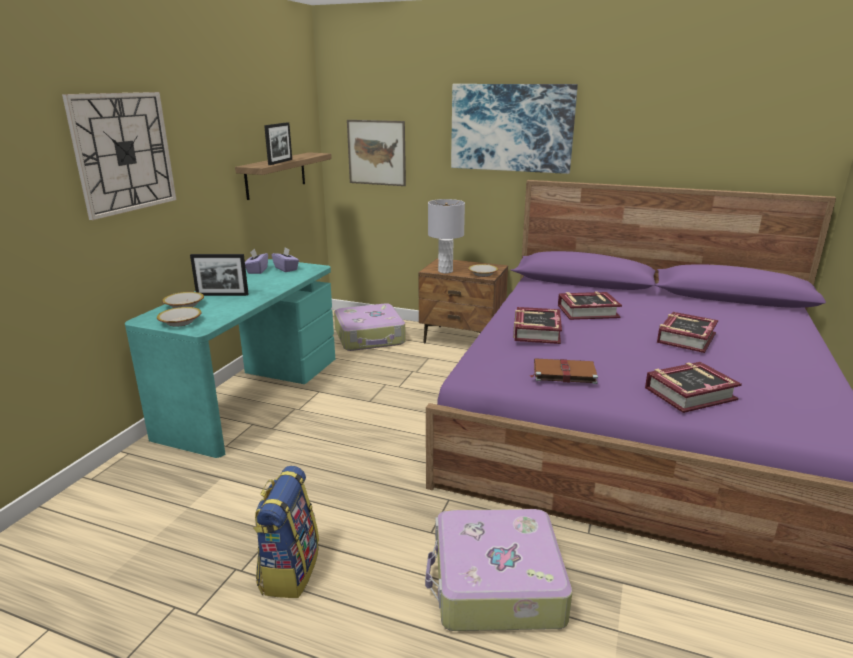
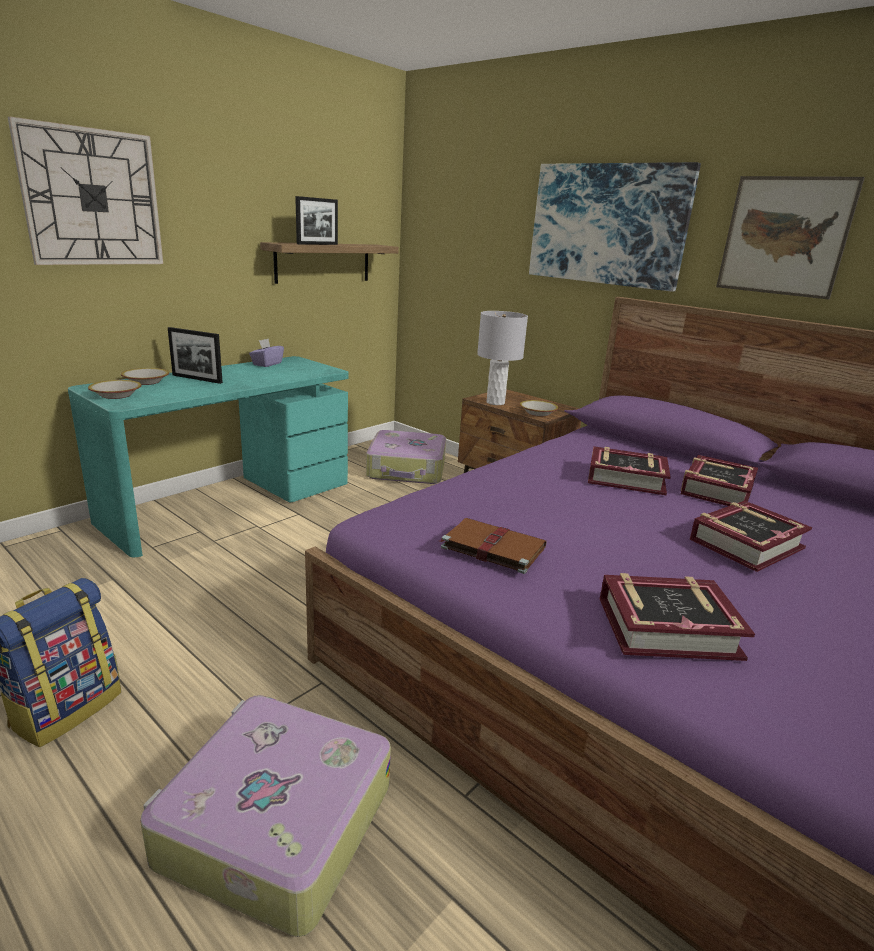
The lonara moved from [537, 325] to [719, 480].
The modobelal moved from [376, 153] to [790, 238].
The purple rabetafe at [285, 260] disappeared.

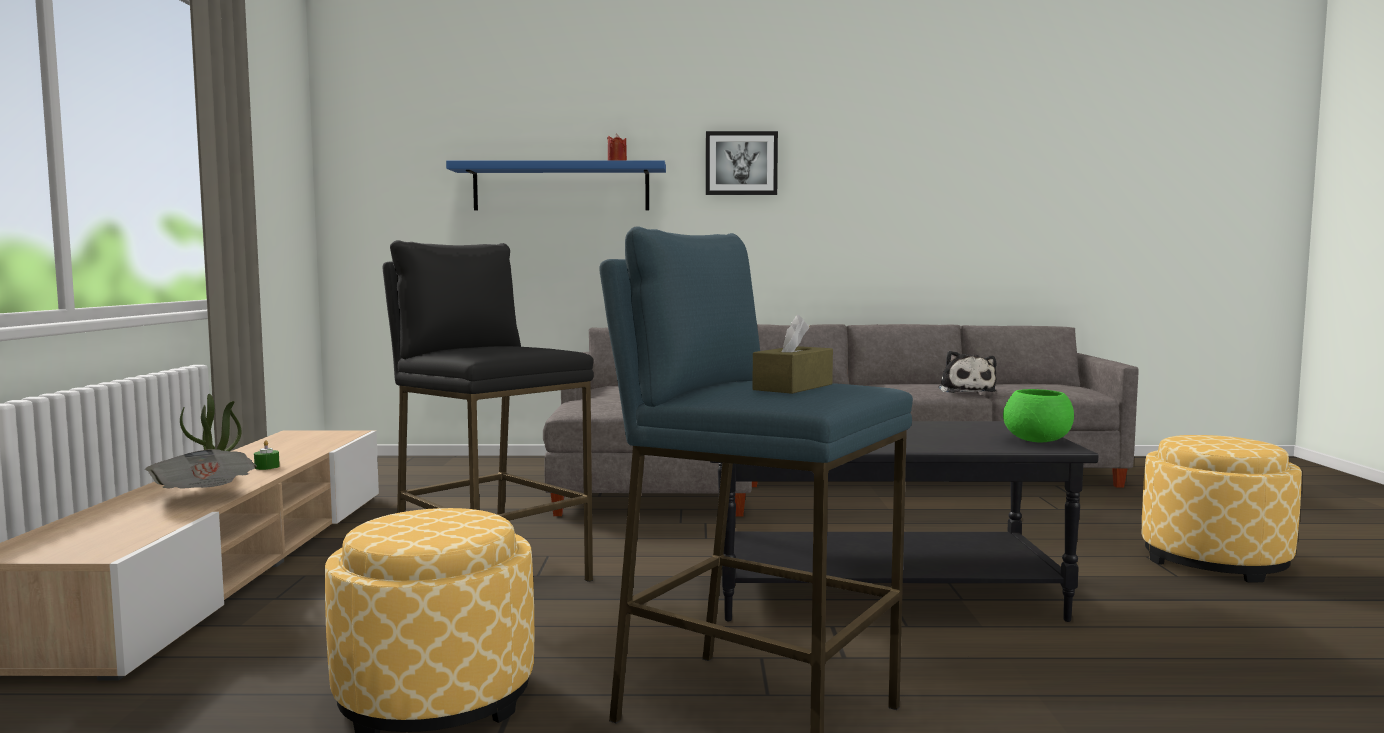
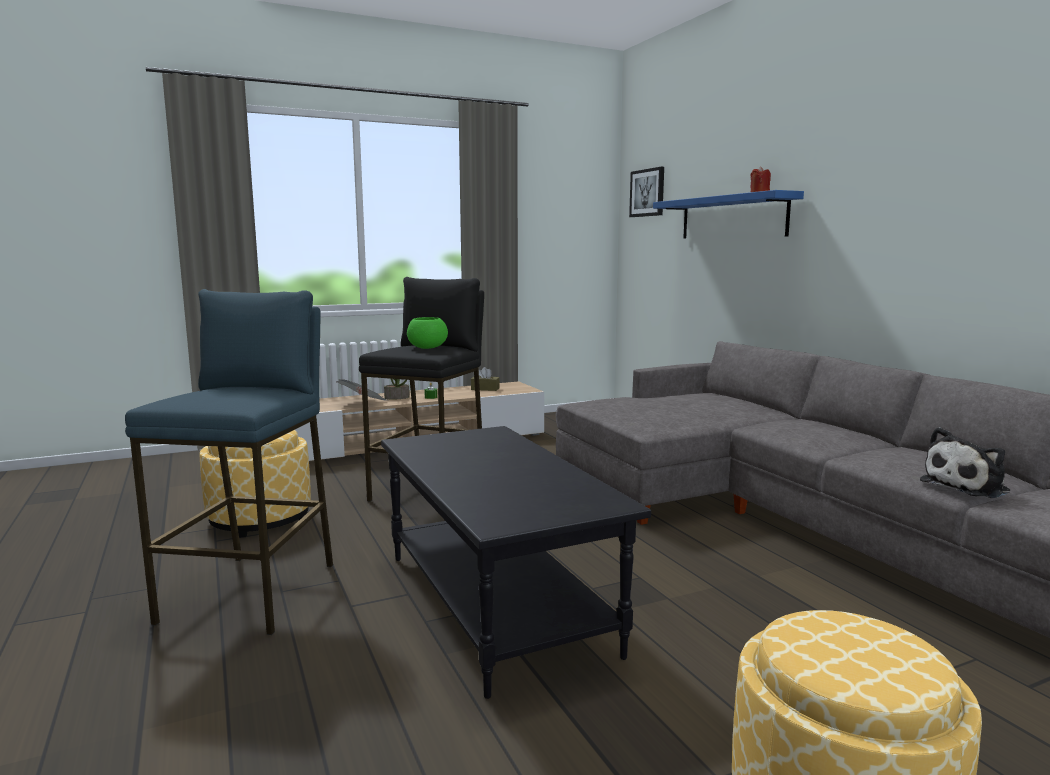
The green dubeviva moved from [1038, 415] to [427, 333].
The brown rabetafe moved from [792, 354] to [485, 379].
The modobelal moved from [742, 163] to [646, 192].

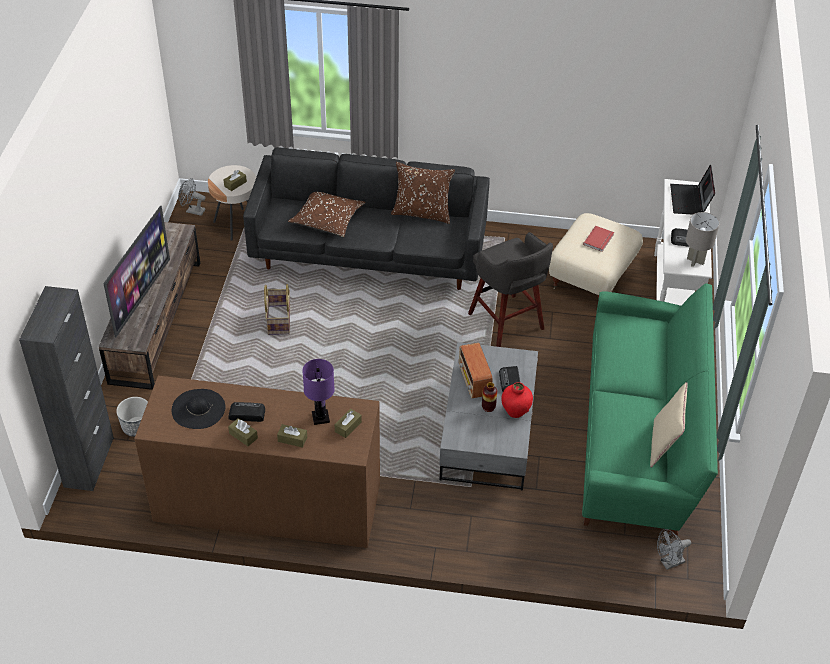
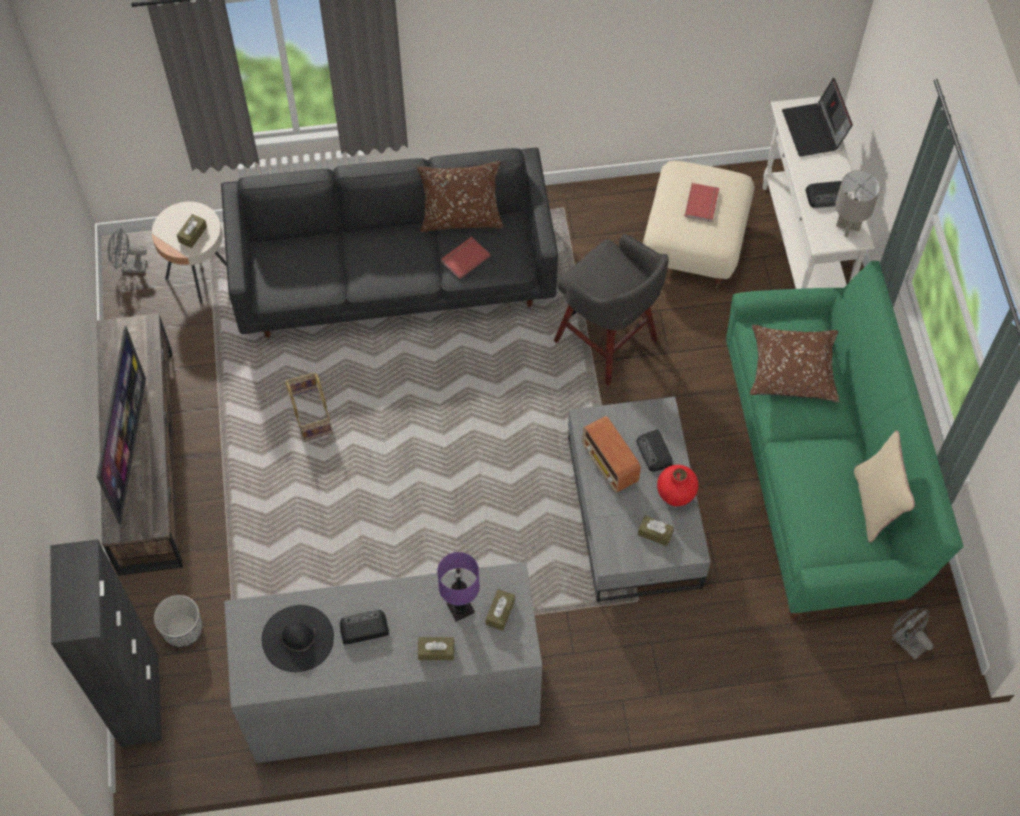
The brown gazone at [257, 462] became the grey gazone at [383, 662].
The red lonara at [465, 258] appeared.
The brown rabetafe moved from [243, 432] to [656, 531].
The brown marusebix moved from [327, 215] to [795, 363].
The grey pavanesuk at [674, 549] turned 90 degrees clockwise.
The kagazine at [489, 397] disappeared.

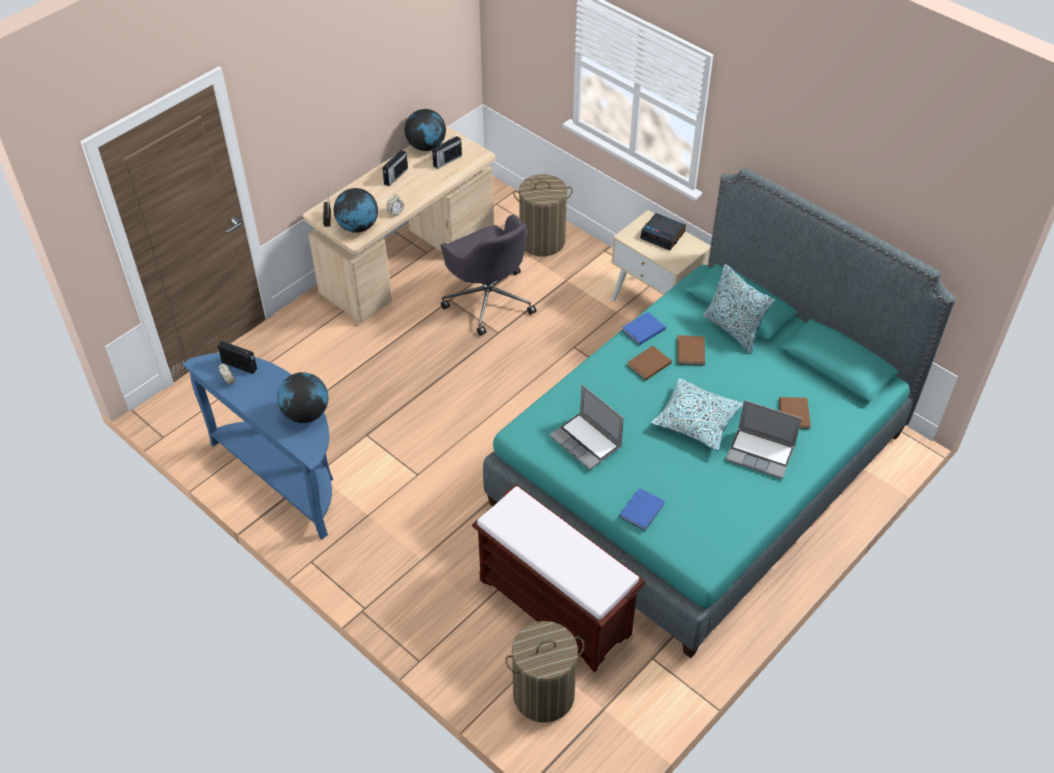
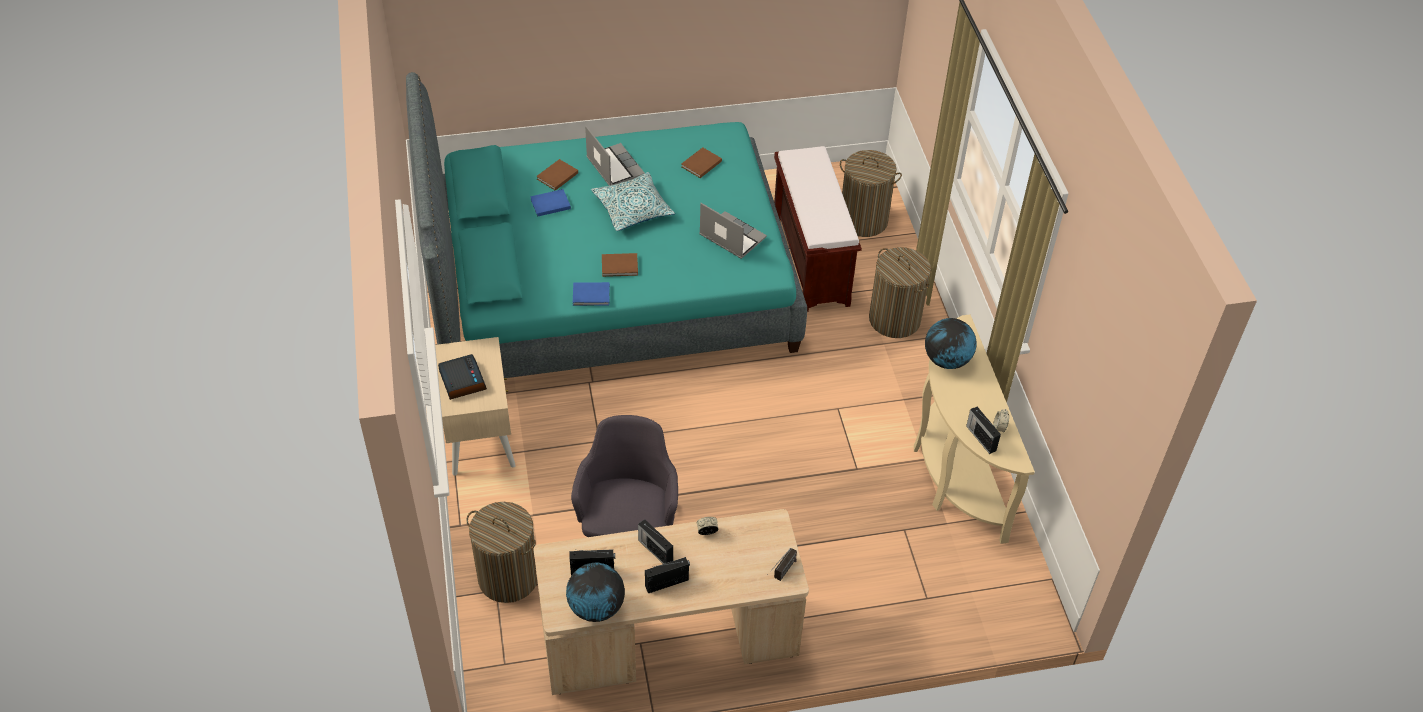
The blue lonara moved from [642, 509] to [550, 203].
The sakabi at [655, 541] appeared.
The brown lonara moved from [691, 350] to [701, 162].
The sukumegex at [586, 427] turned 45 degrees counterclockwise.
The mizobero at [900, 292] appeared.
The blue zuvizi at [258, 446] became the beige zuvizi at [974, 429].
The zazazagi at [356, 210] disappeared.
The marusebix at [739, 309] disappeared.

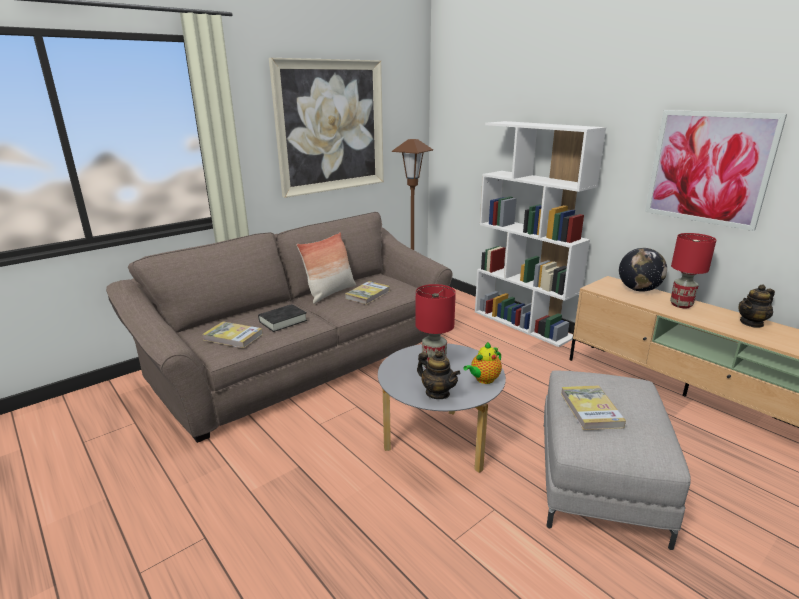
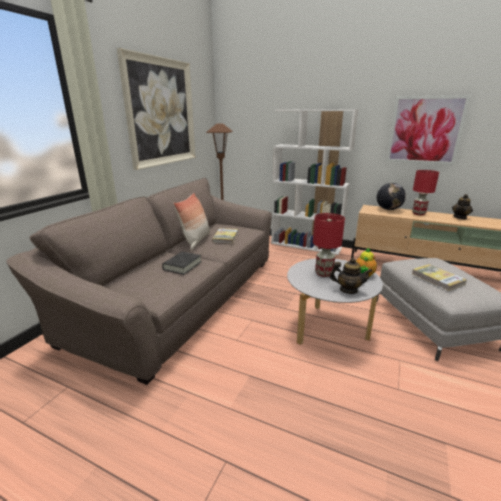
The lonara at [232, 334] disappeared.

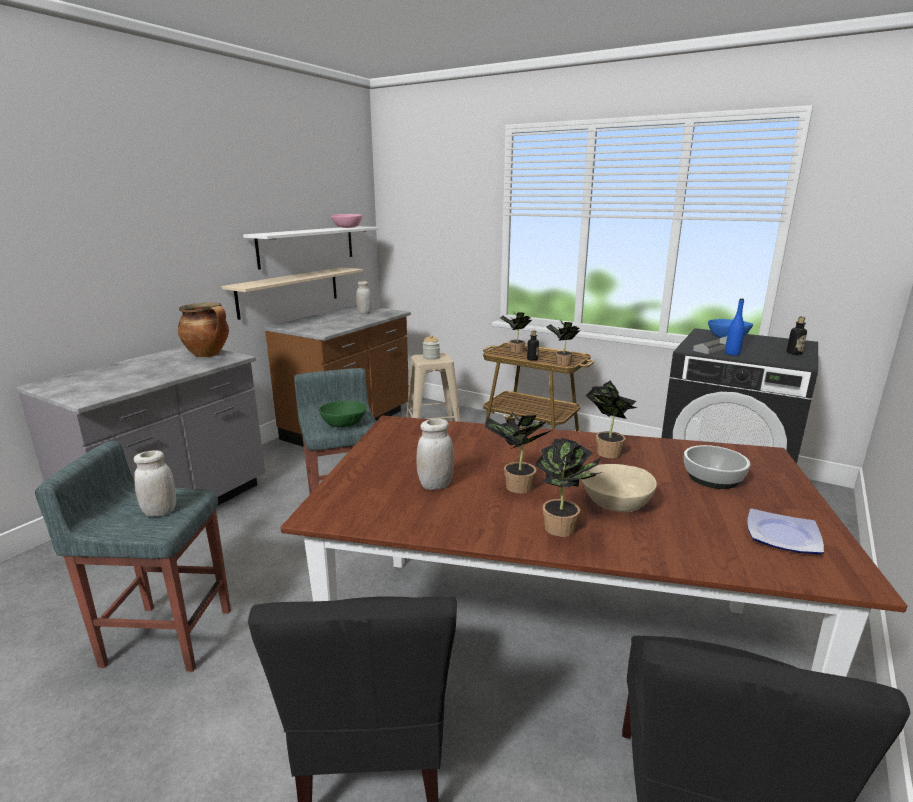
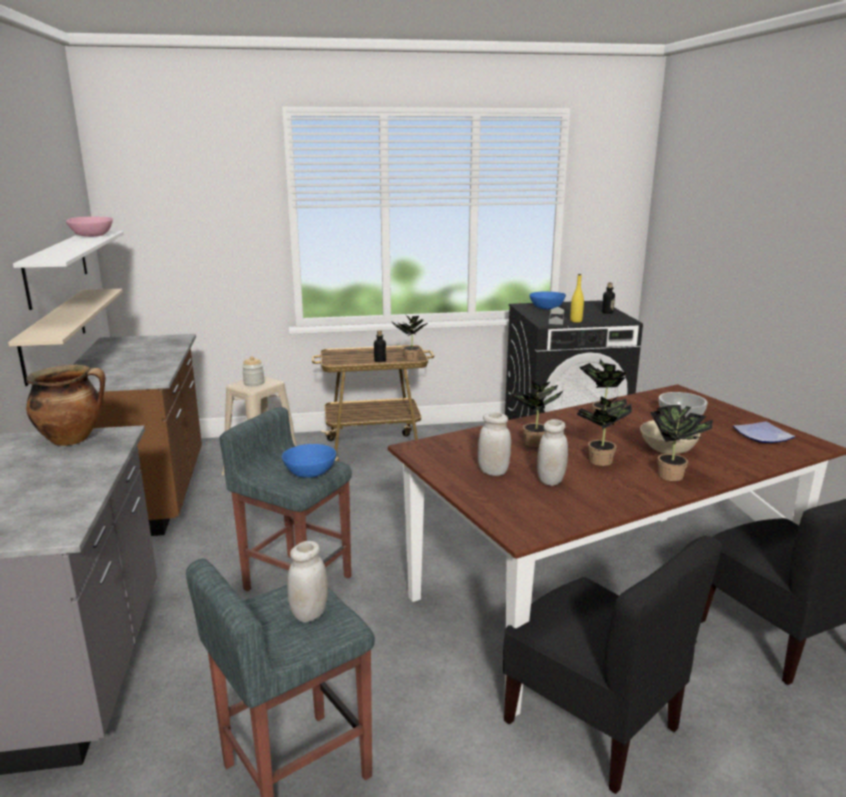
The green dubeviva at [343, 414] became the blue dubeviva at [309, 461].
The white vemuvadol moved from [363, 297] to [494, 444].
The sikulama moved from [516, 332] to [536, 414].
The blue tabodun at [735, 327] became the yellow tabodun at [577, 298].

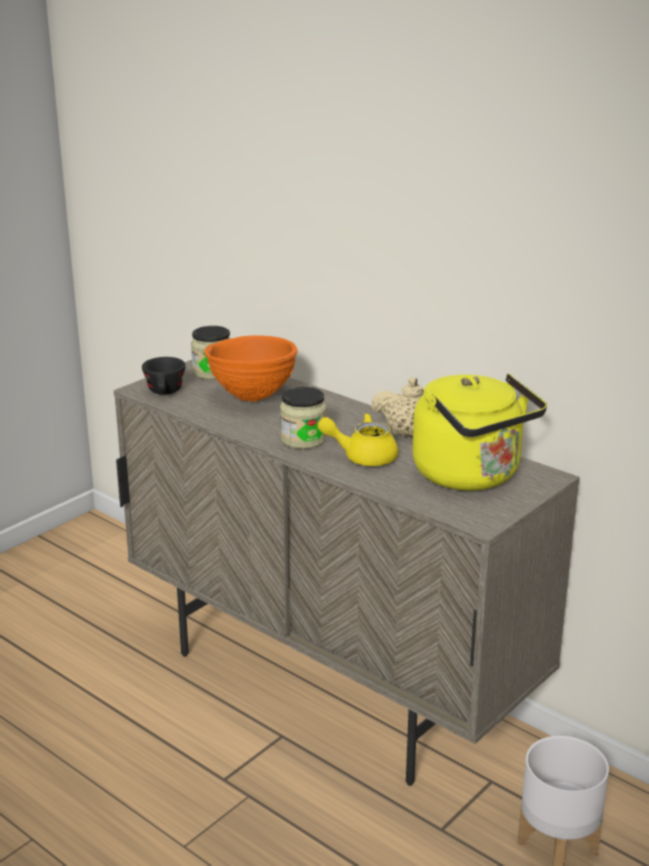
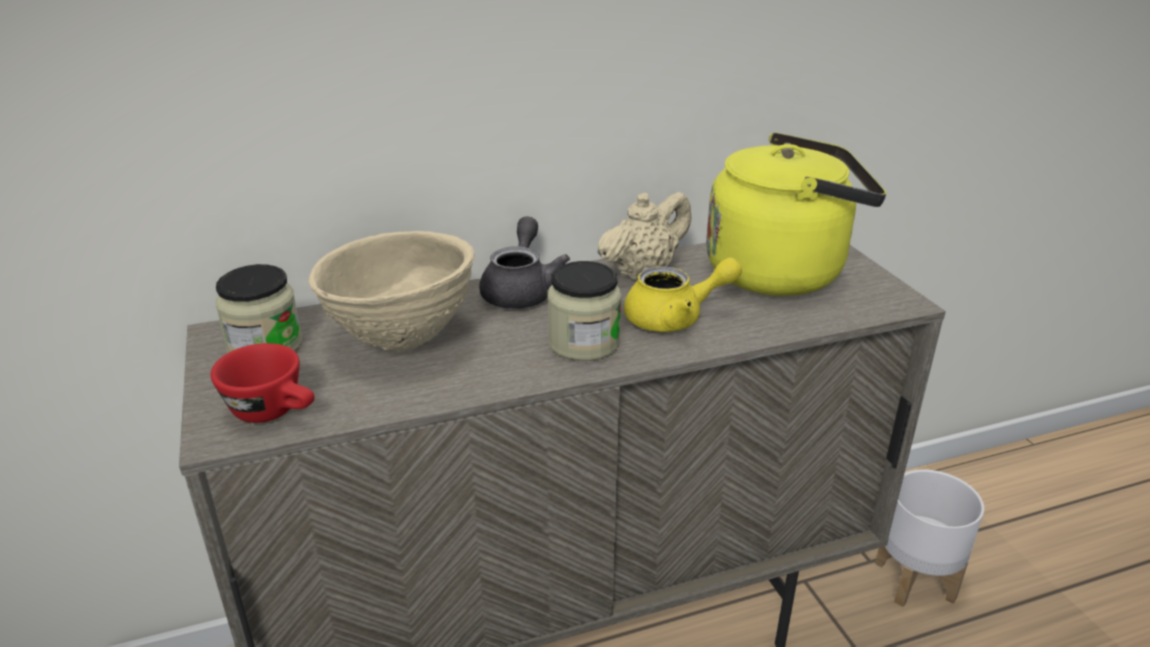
The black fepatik at [164, 375] became the red fepatik at [262, 383].
The orange dubeviva at [251, 369] became the beige dubeviva at [391, 291].
The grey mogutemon at [524, 262] appeared.
The yellow mogutemon at [358, 439] turned 135 degrees counterclockwise.

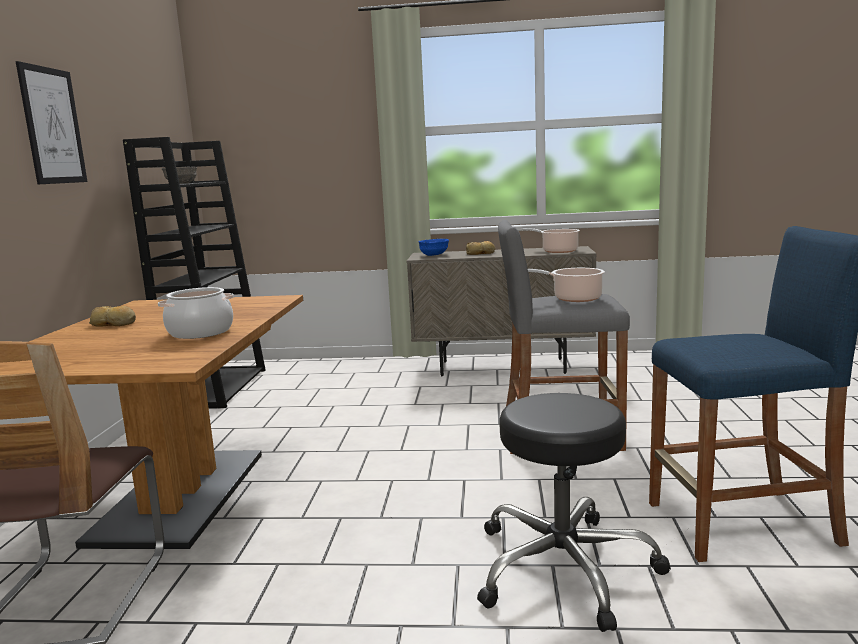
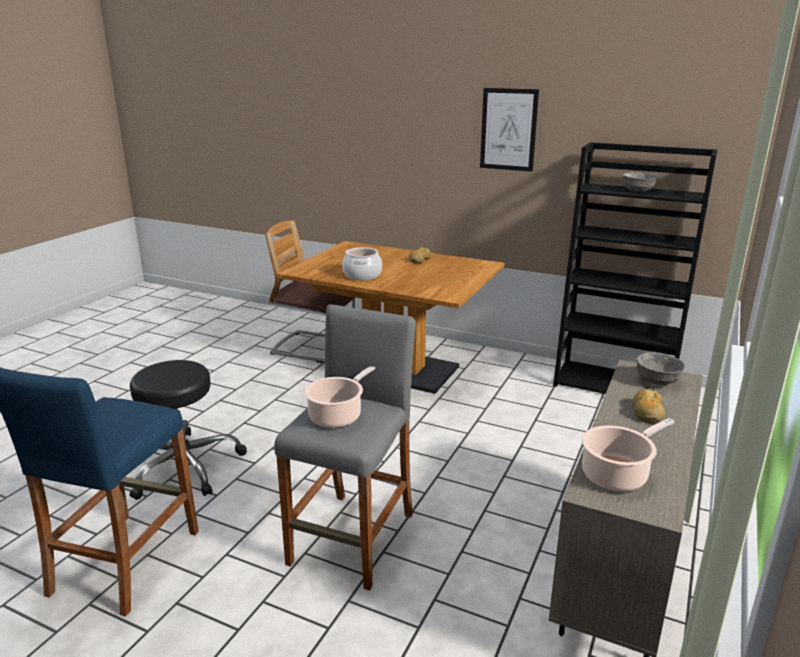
The blue dubeviva at [433, 247] became the grey dubeviva at [660, 368].

